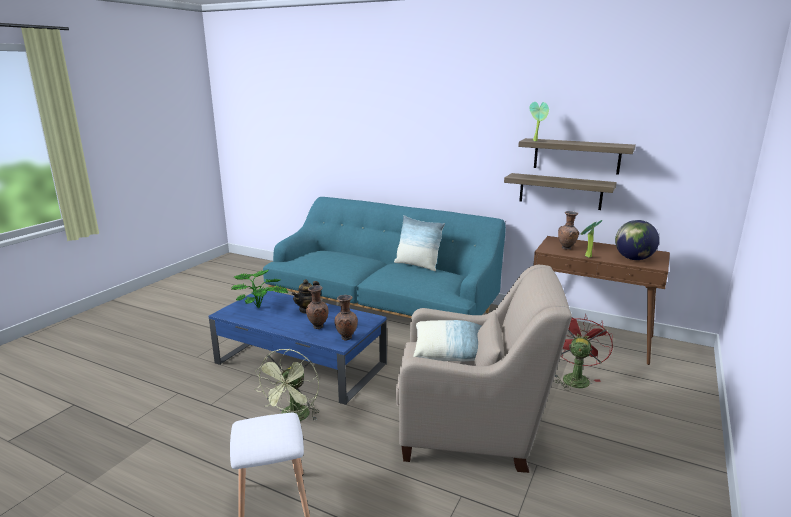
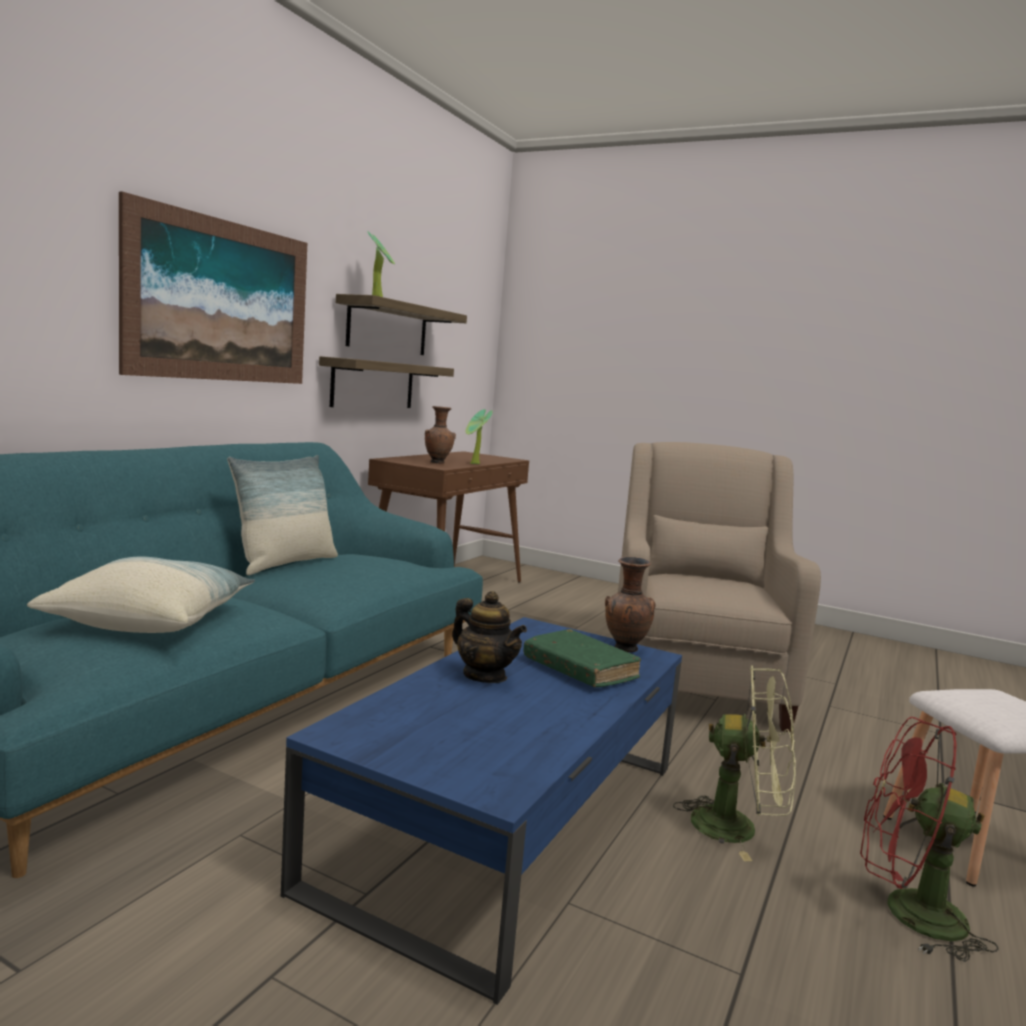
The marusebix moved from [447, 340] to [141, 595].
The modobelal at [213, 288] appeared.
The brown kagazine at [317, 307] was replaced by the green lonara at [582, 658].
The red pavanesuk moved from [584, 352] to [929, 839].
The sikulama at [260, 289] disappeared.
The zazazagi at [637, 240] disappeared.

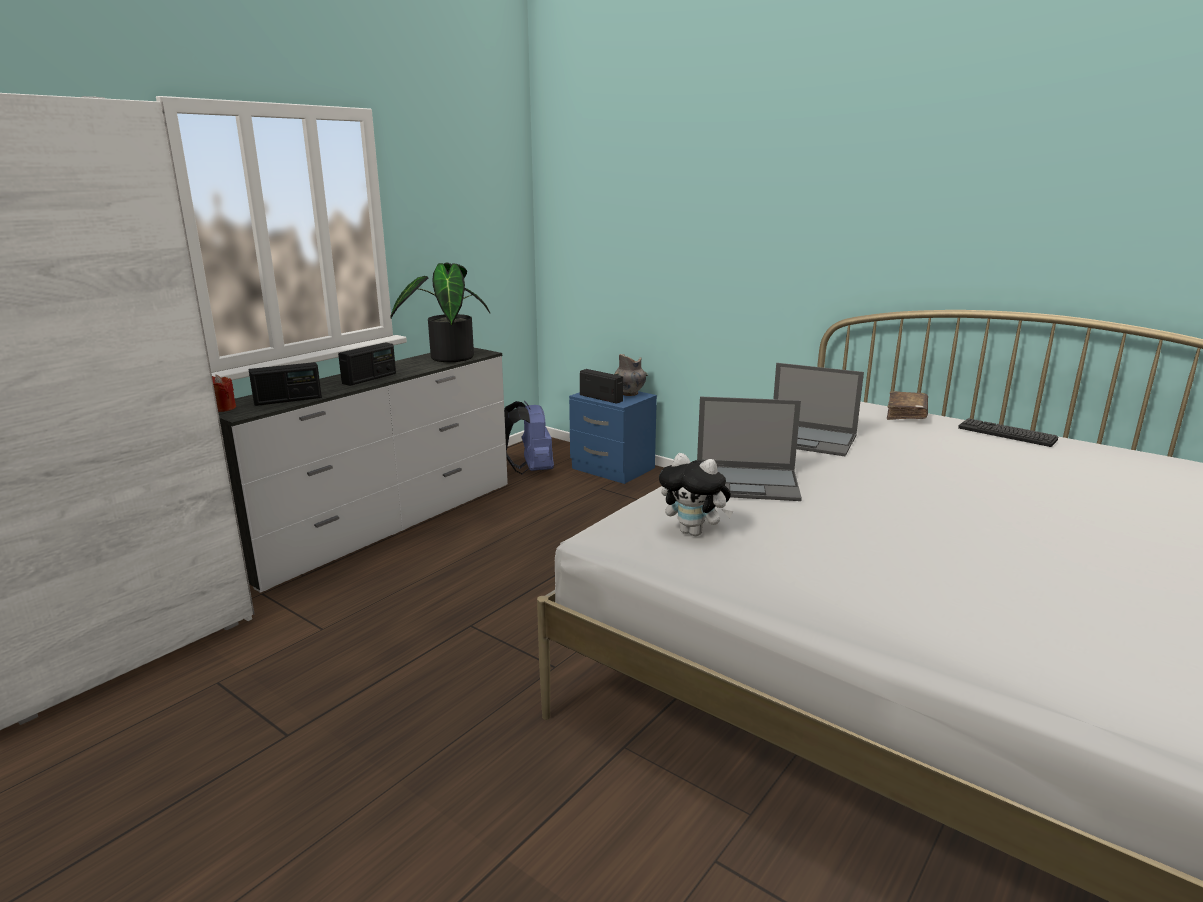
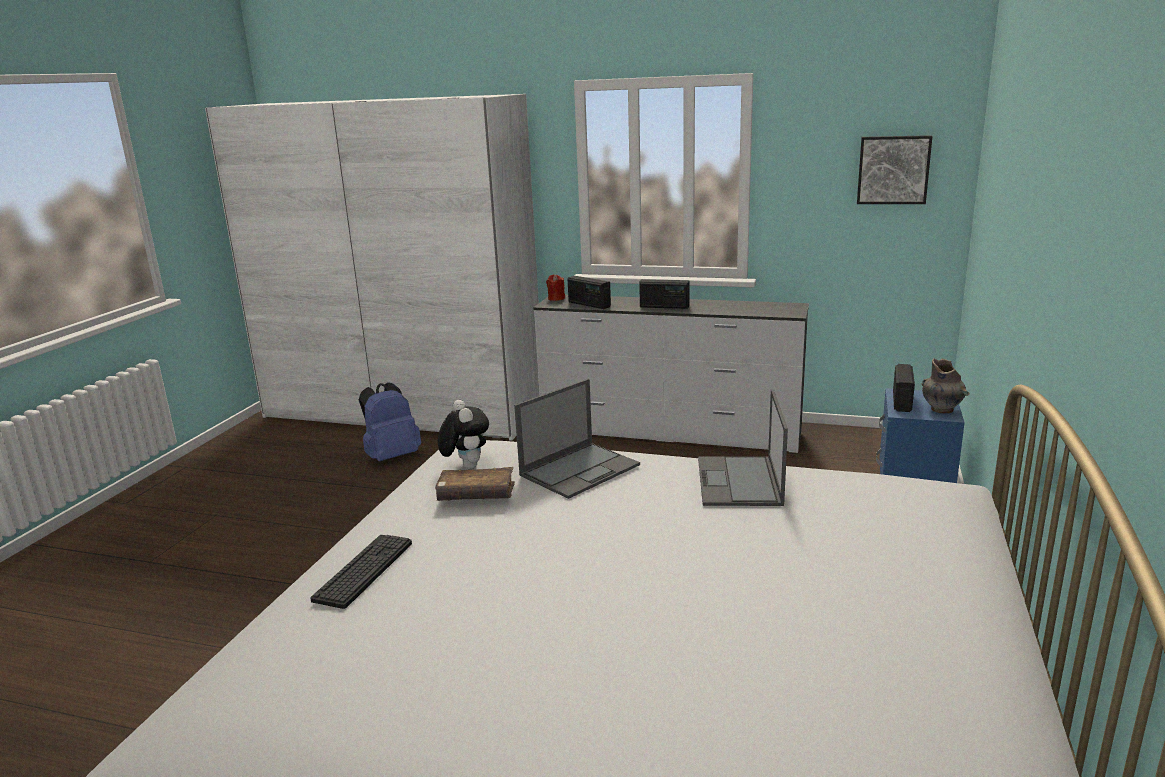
The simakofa moved from [1008, 432] to [361, 572].
The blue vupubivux moved from [529, 437] to [390, 422].
The brown lonara moved from [907, 405] to [475, 484].
The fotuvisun at [696, 494] turned 150 degrees clockwise.
The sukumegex at [749, 449] turned 120 degrees counterclockwise.
The modobelal at [894, 169] appeared.
The sikulama at [440, 312] disappeared.

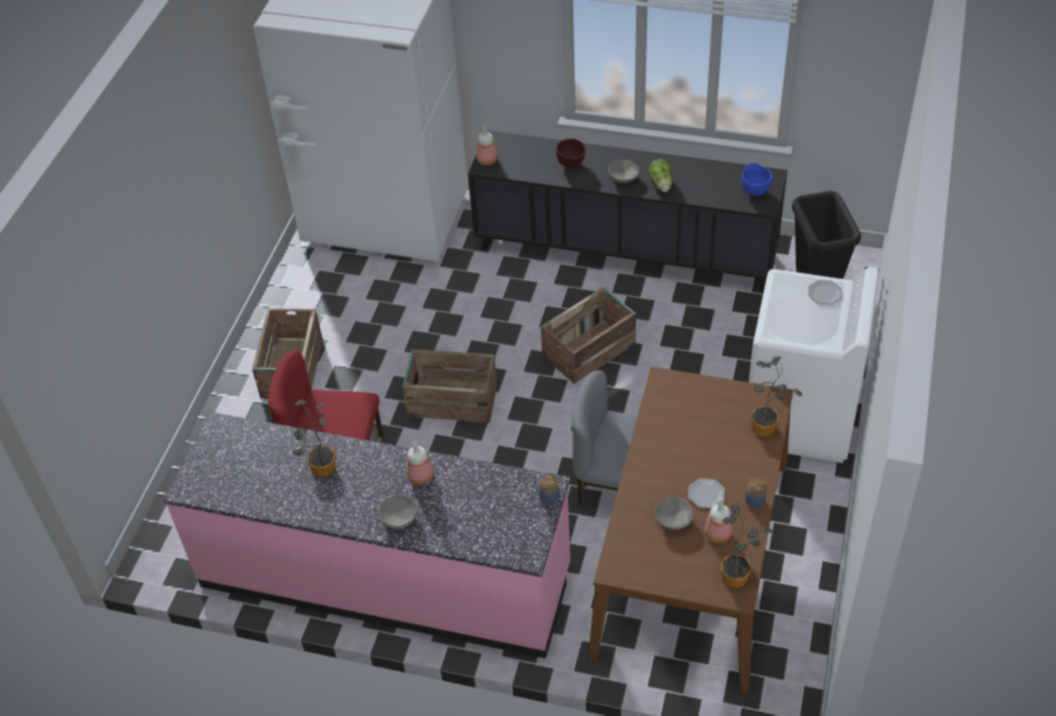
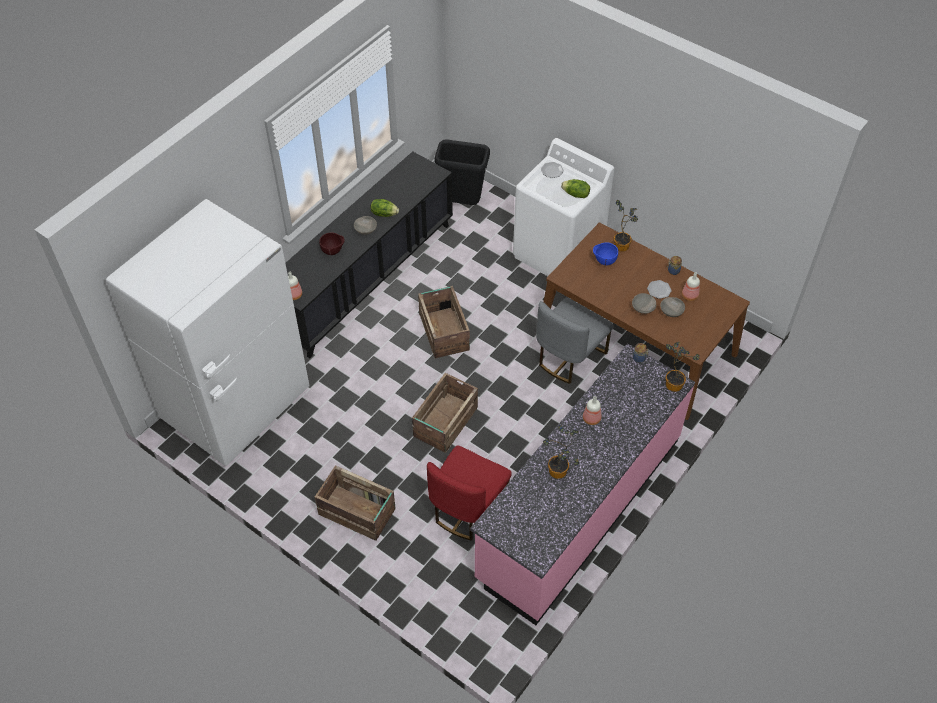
The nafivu at [575, 188] appeared.
The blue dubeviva moved from [756, 179] to [605, 253].
The grey dubeviva moved from [397, 512] to [644, 303].
The sikulama moved from [746, 545] to [682, 367].

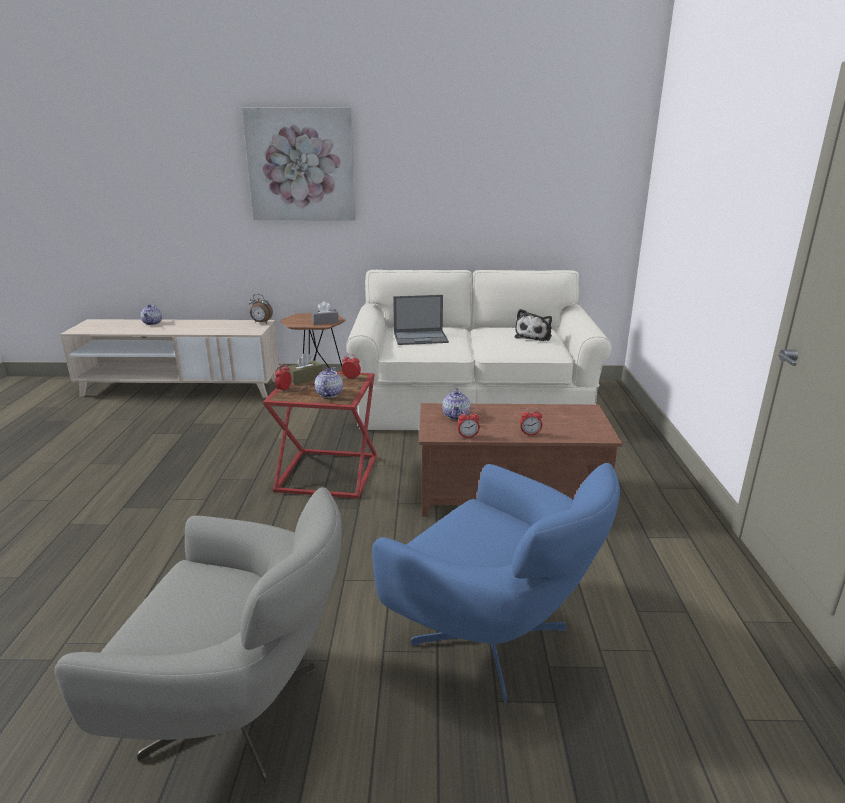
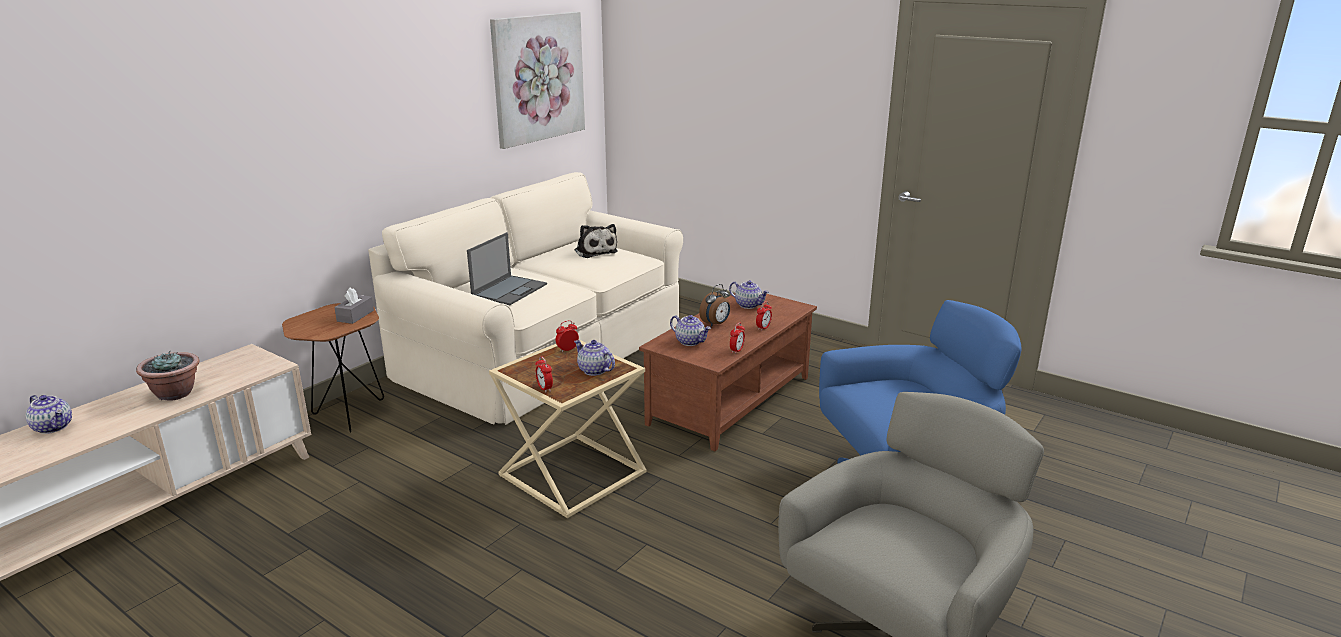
The sikulama at [168, 376] appeared.
The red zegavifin at [320, 435] became the beige zegavifin at [568, 429].
The modobelal moved from [298, 163] to [537, 80].
The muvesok moved from [261, 308] to [714, 305].
The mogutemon at [749, 294] appeared.
The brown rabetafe at [304, 369] disappeared.

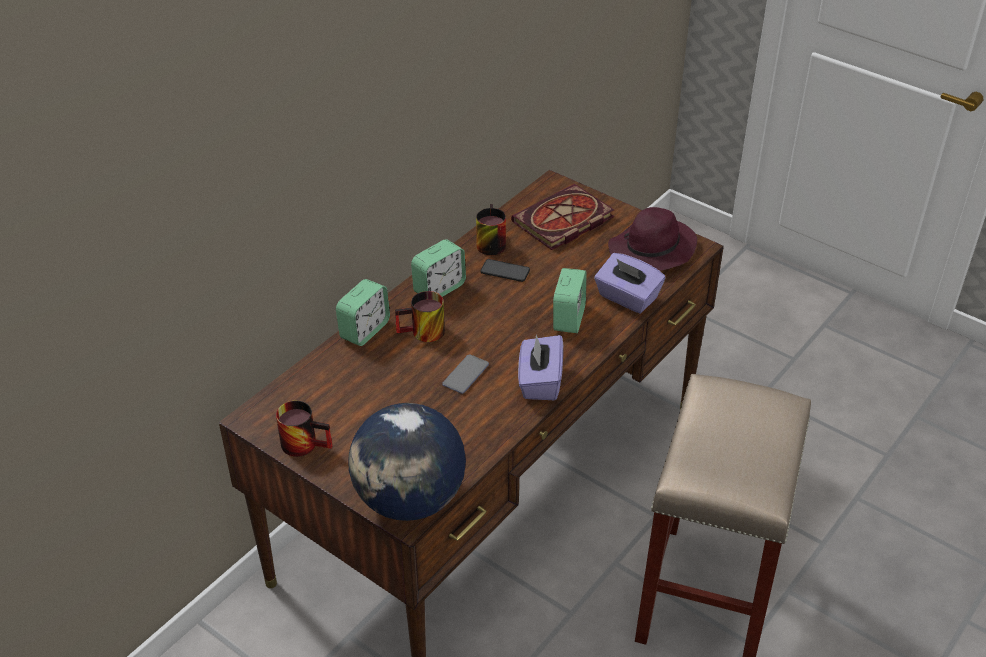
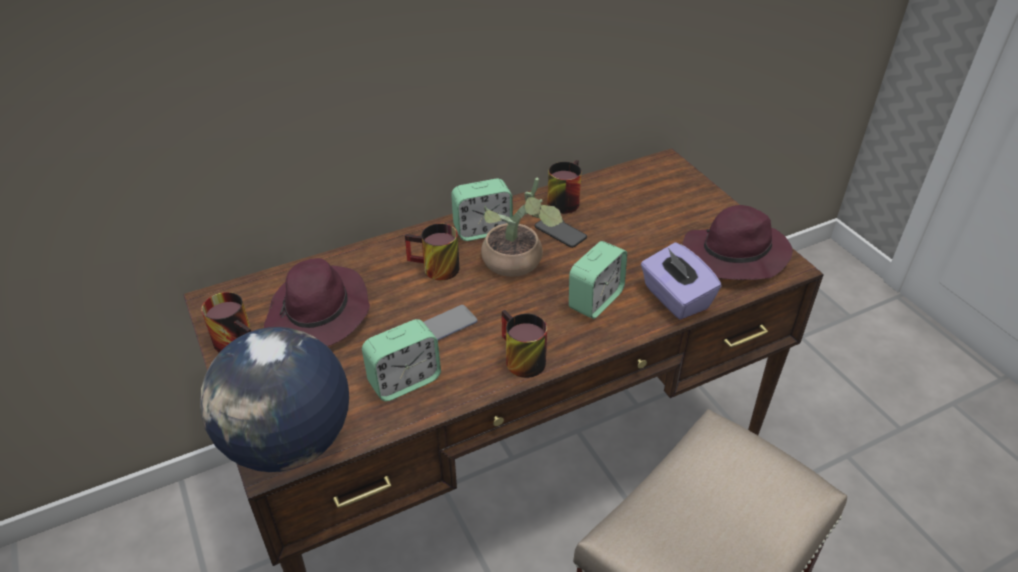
The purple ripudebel at [317, 302] appeared.
The muvesok moved from [363, 312] to [401, 360].
The sikulama at [522, 227] appeared.
The purple rabetafe at [540, 367] was replaced by the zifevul at [524, 344].
The lonara at [562, 217] disappeared.

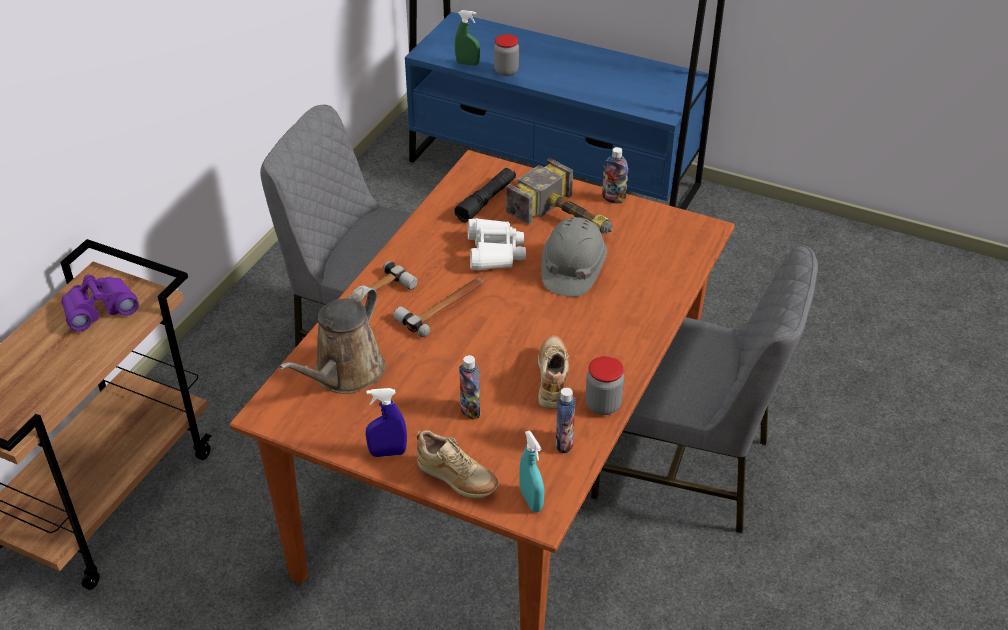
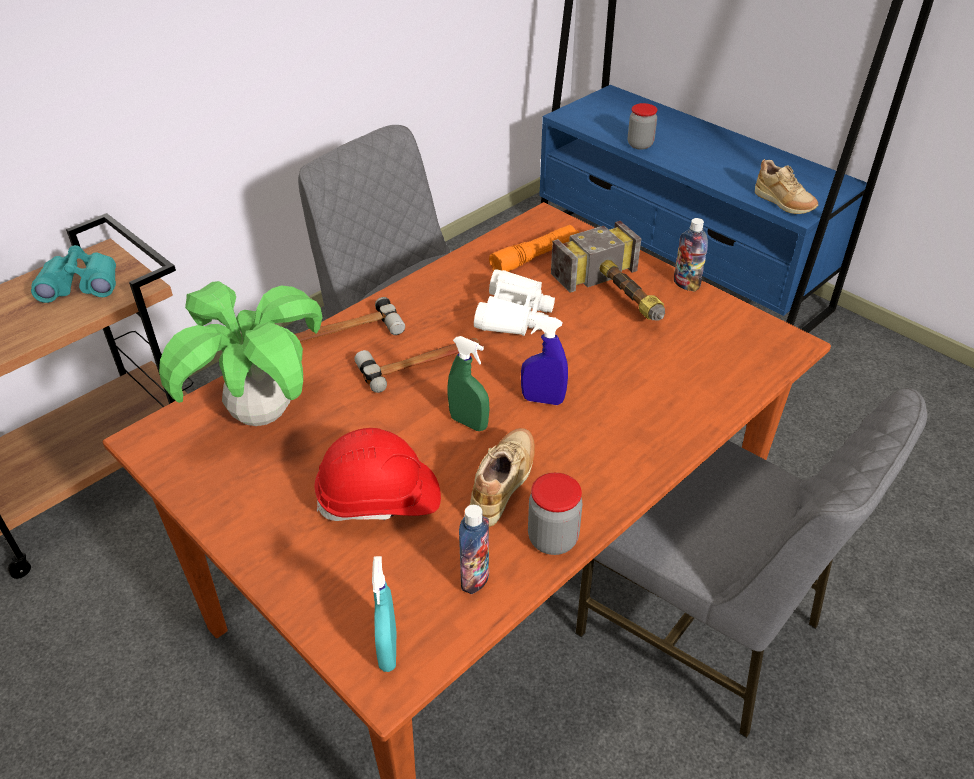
The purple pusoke at [100, 302] became the turquoise pusoke at [73, 274].
The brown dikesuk at [332, 339] was replaced by the sikulama at [241, 353].
The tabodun at [469, 387] was replaced by the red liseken at [377, 474].
The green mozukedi moved from [467, 38] to [468, 383].
The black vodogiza at [485, 195] became the orange vodogiza at [534, 248].
The blue mozukedi moved from [386, 422] to [544, 360].
The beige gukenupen moved from [458, 464] to [786, 186].
The grey liseken at [574, 257] disappeared.

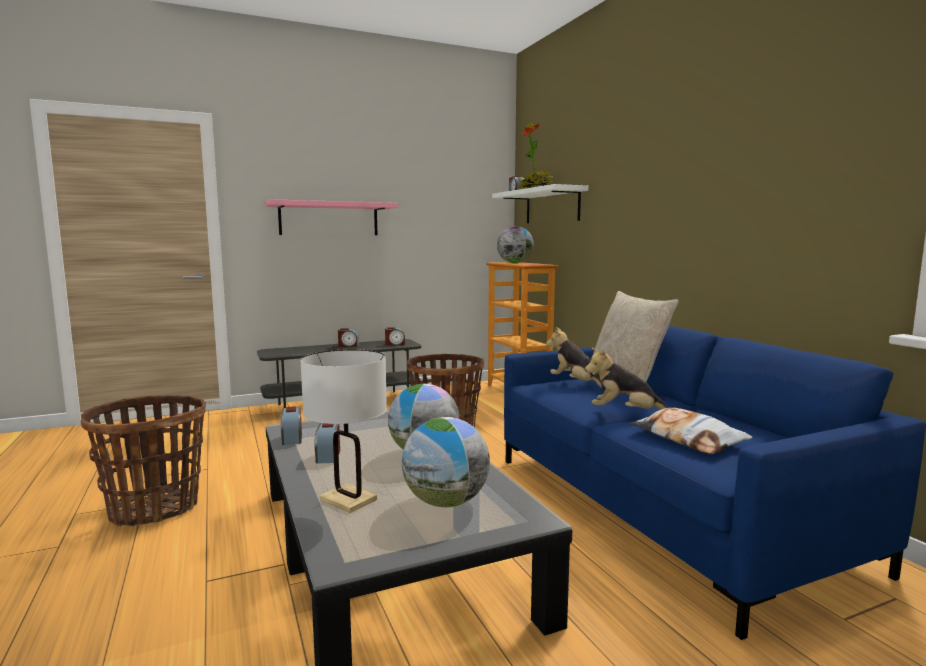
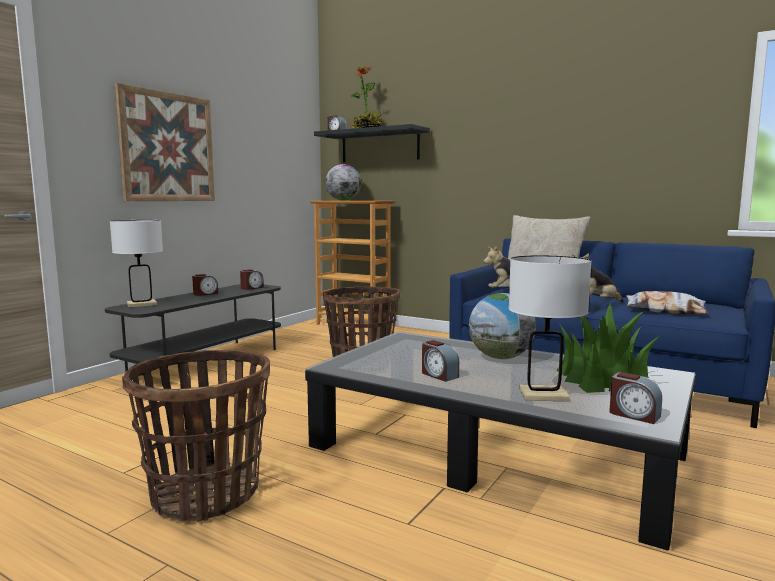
The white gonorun at [136, 263] appeared.
The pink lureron at [331, 217] was replaced by the modobelal at [164, 142].
The white lureron at [540, 203] became the black lureron at [372, 143].
The zazazagi at [446, 462] was replaced by the sikulama at [607, 348].
The muvesok moved from [291, 425] to [635, 398].

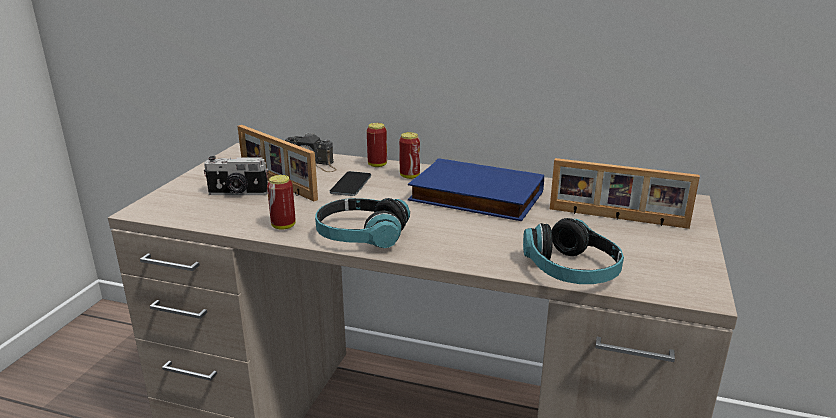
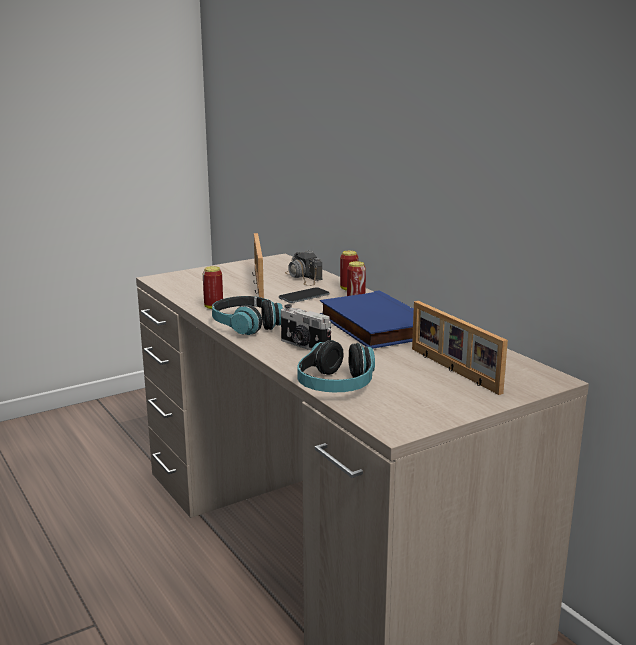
The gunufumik moved from [236, 175] to [306, 327].

